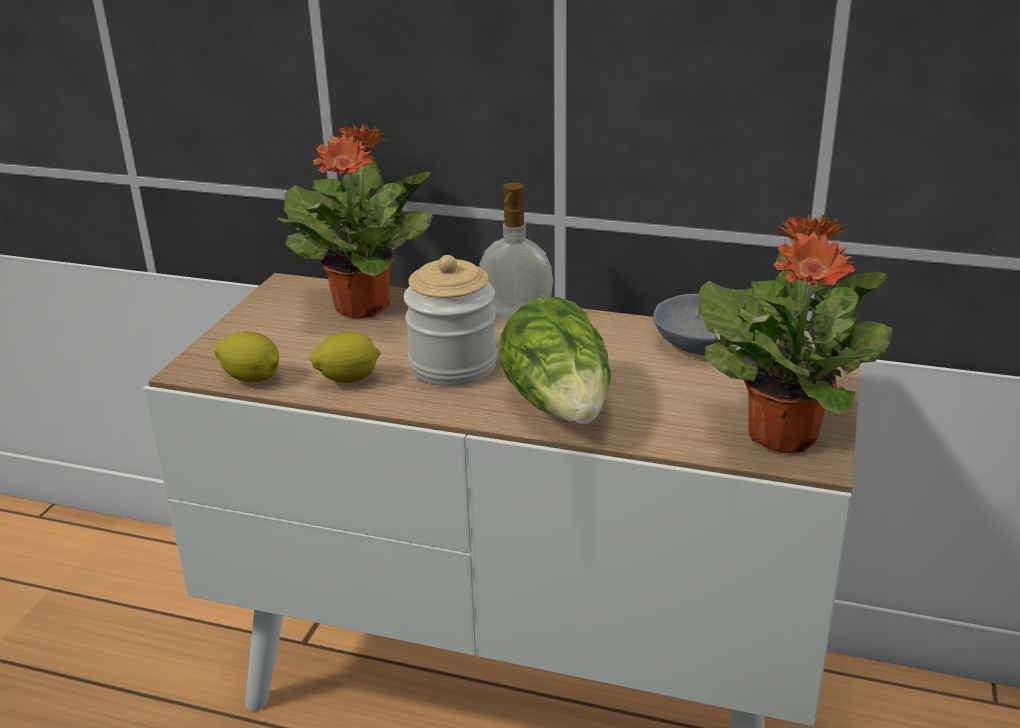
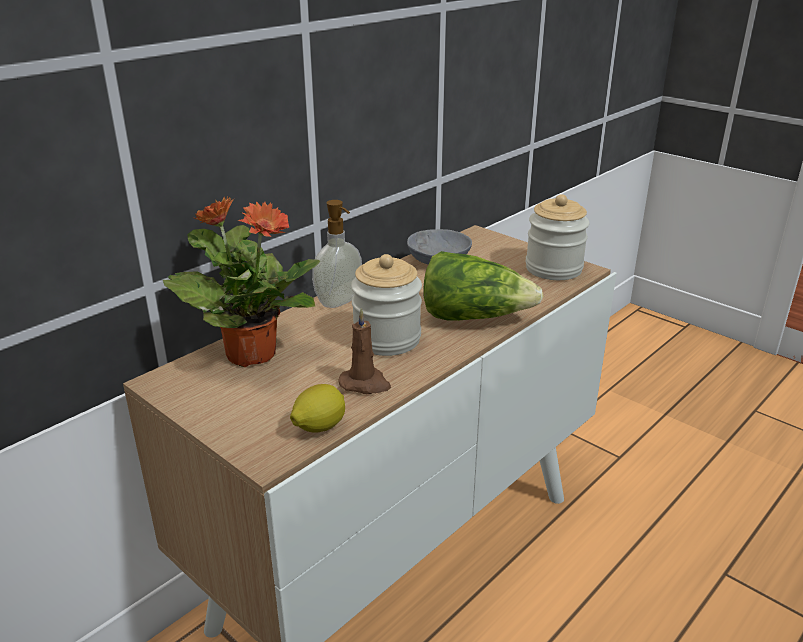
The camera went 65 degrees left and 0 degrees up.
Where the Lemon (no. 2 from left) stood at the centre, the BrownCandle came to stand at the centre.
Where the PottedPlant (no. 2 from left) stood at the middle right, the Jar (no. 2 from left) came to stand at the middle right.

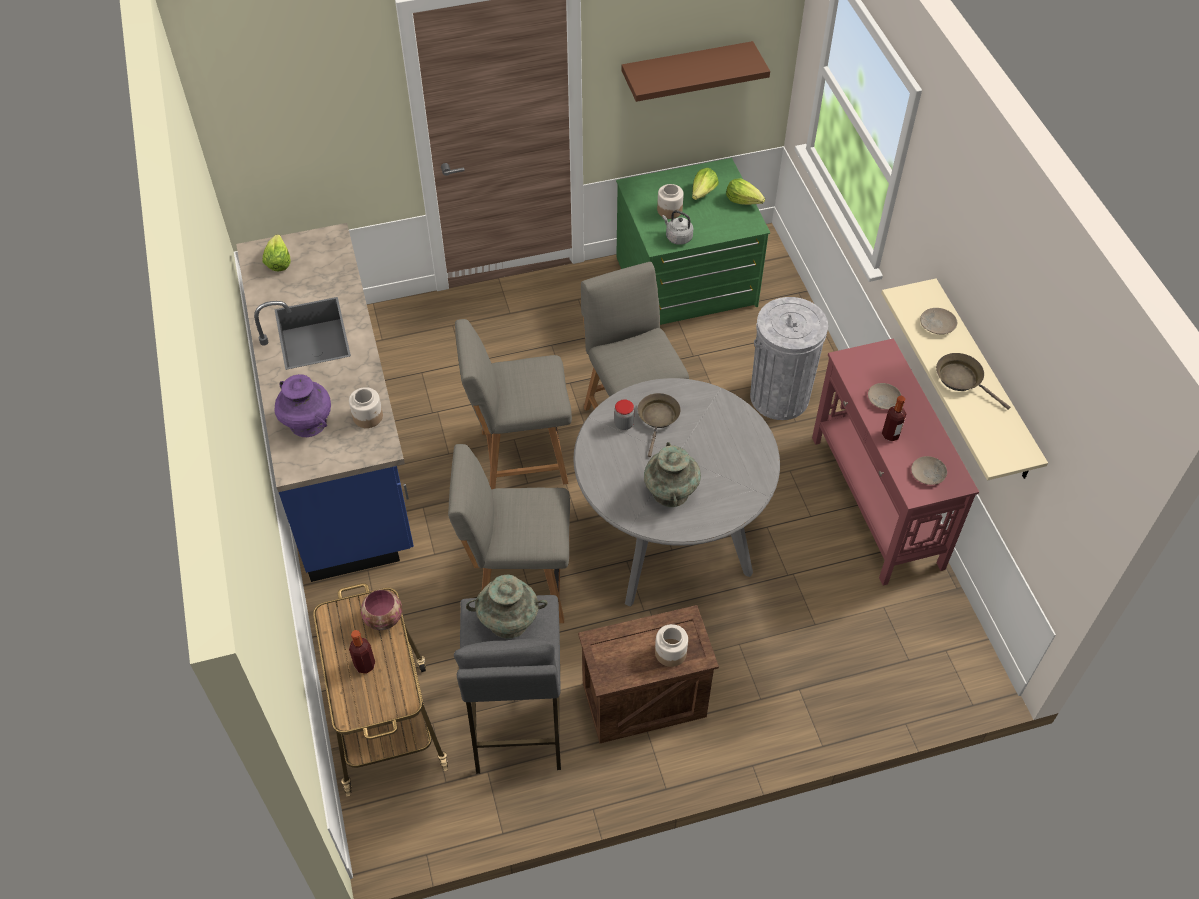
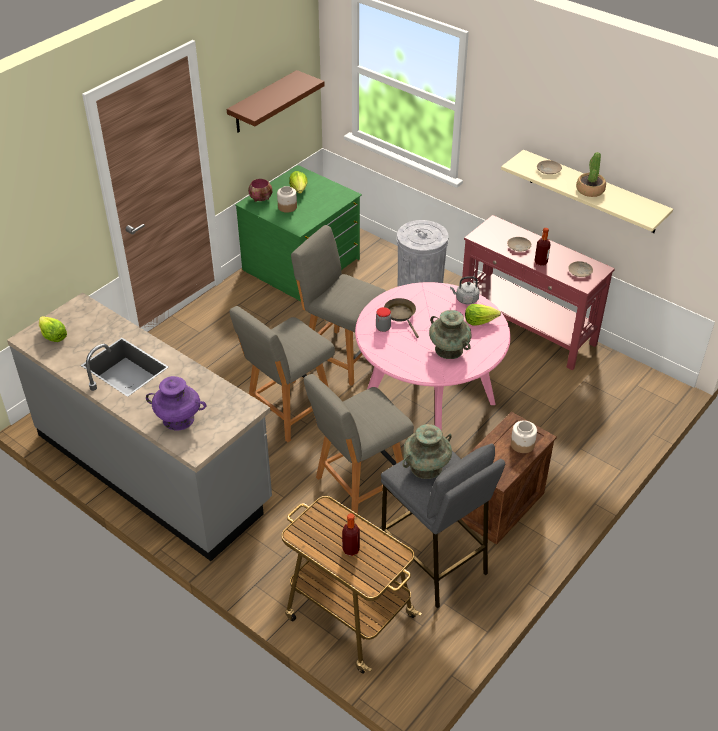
The camera went 35 degrees left and 10 degrees down.
What was the BlueCounter at the middle left turned into the GreyCounter at the middle left.
The second view lost the Jar (no. 1 from left) at the middle left.
The Bowl ended up elsewhere, having gone from the bottom left to the top centre.
What was the GreyDiningTable at the centre turned into the PinkDiningTable at the centre.
The GreyKettle ended up elsewhere, having gone from the top centre to the centre.
The Lettuce (no. 3 from left) ended up elsewhere, having gone from the top centre to the middle right.
Where the BrownFryingPan (no. 2 from left) stood at the middle right, the PottedPlant came to stand at the top right.

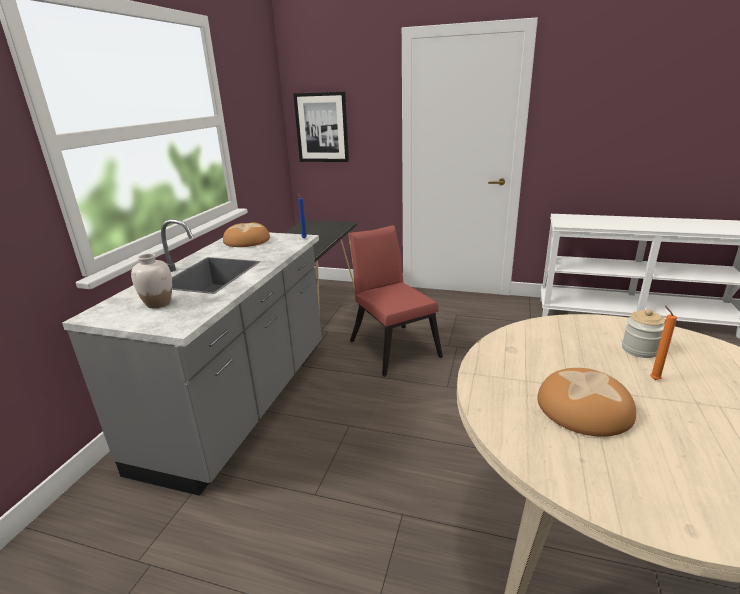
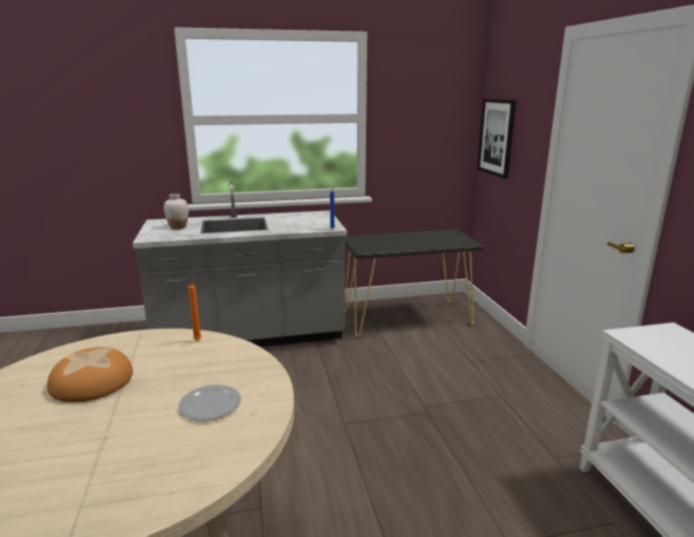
The camera went 60 degrees right and 5 degrees down.
The second view lost the Bread (no. 1 from left) at the middle left.
The second view lost the RedChair at the centre.
Where the Jar stood at the middle right, the Plate came to stand at the bottom left.
The OrangeCandle ended up elsewhere, having gone from the middle right to the middle left.

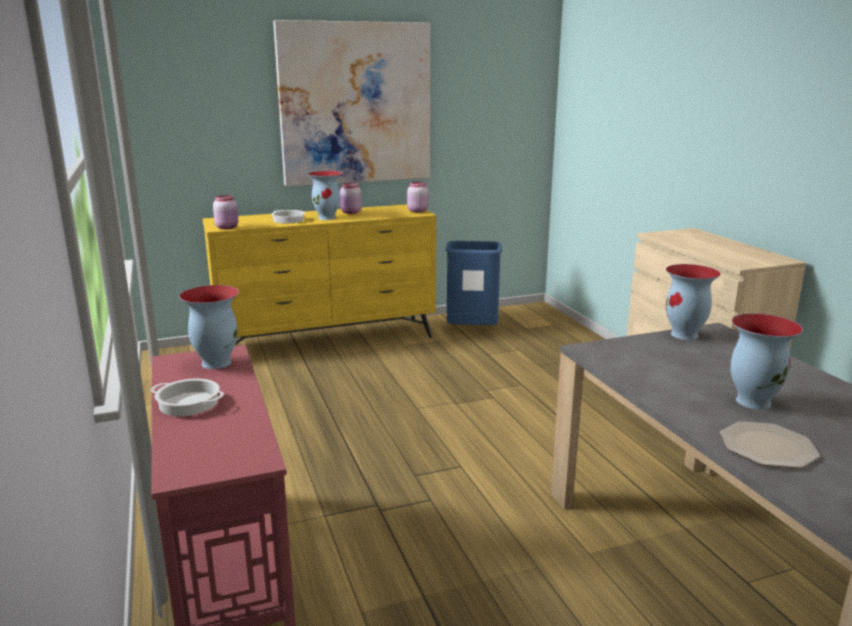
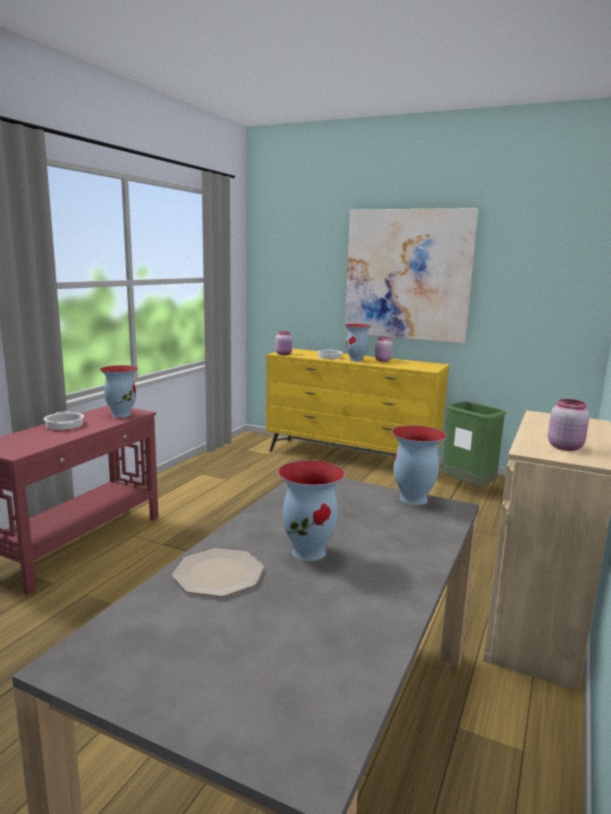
The camera went 45 degrees right and 5 degrees down.
The PinkJar (no. 3 from left) ended up elsewhere, having gone from the top centre to the middle right.
What was the BlueTrashCan at the centre turned into the GreenTrashCan at the middle right.

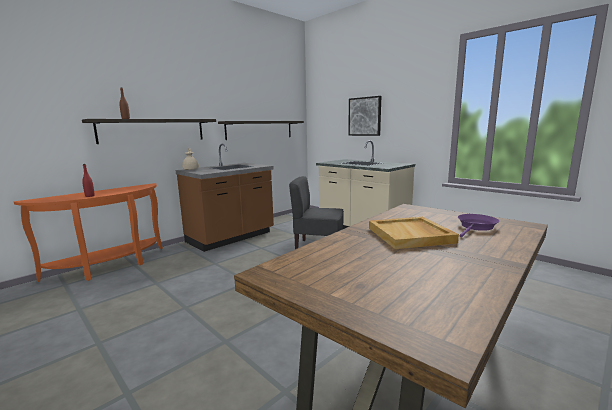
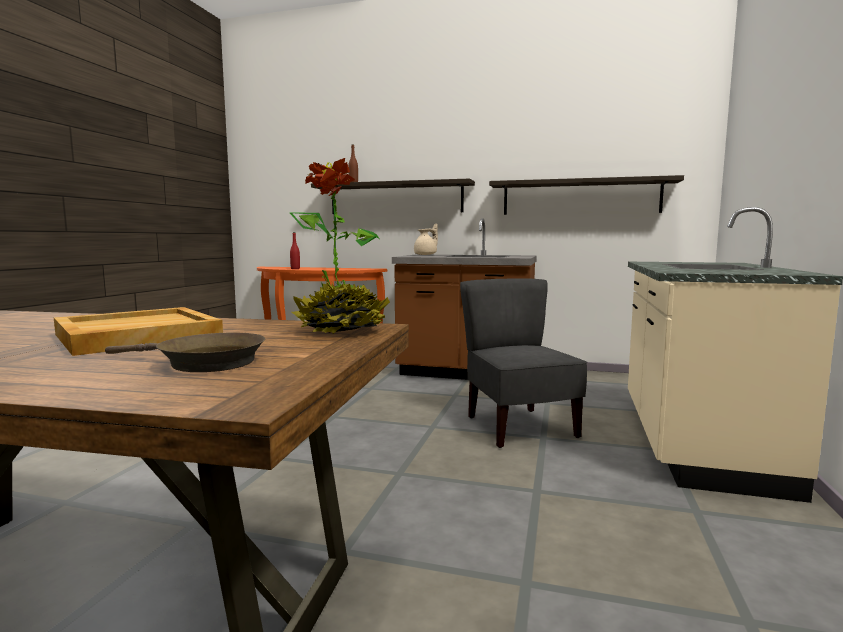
The camera went 60 degrees right and 5 degrees down.
The second view lost the Picture at the top centre.
What was the PurpleFryingPan at the middle right turned into the BrownFryingPan at the middle left.
The second view gained the PottedPlant at the centre.

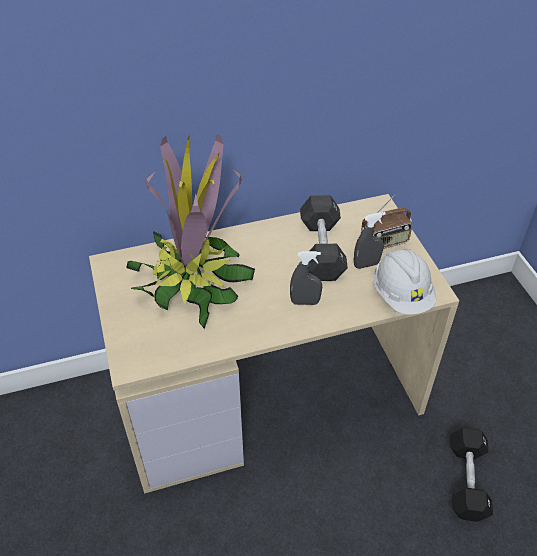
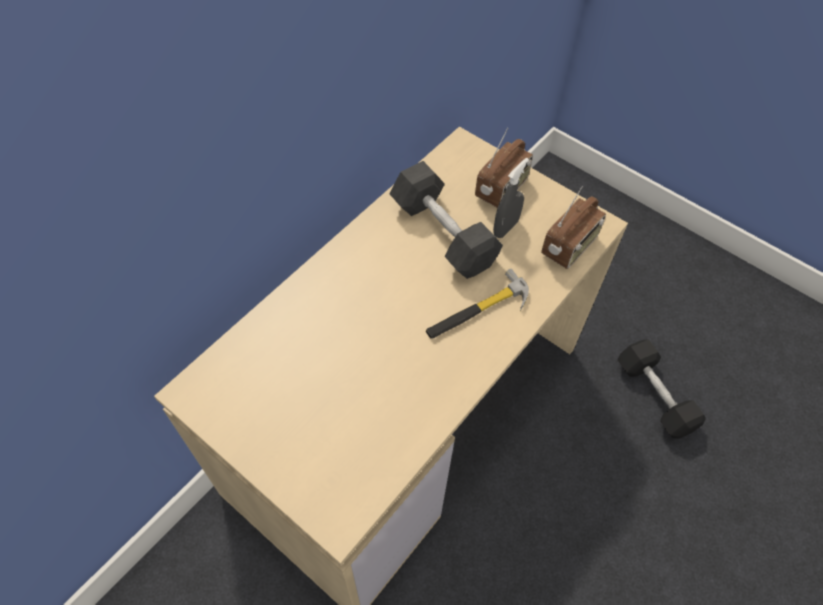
The camera went 35 degrees left and 10 degrees up.
The second view lost the PottedPlant at the centre.
Where the GreySprayBottle (no. 1 from left) stood at the centre, the Hammer came to stand at the centre.
Where the WhiteHardHat stood at the middle right, the Radio (no. 2 from left) came to stand at the middle right.

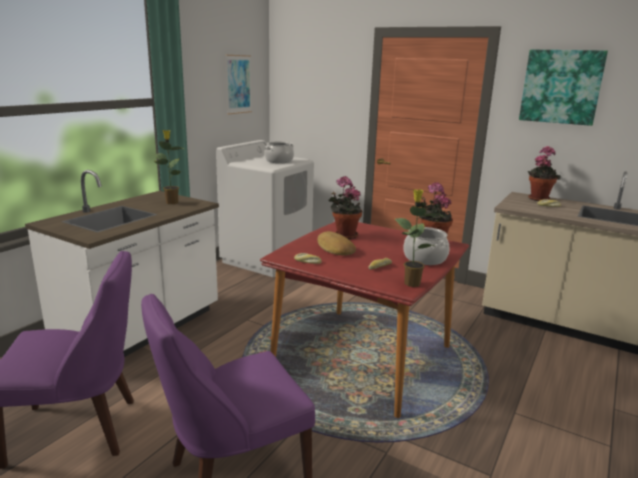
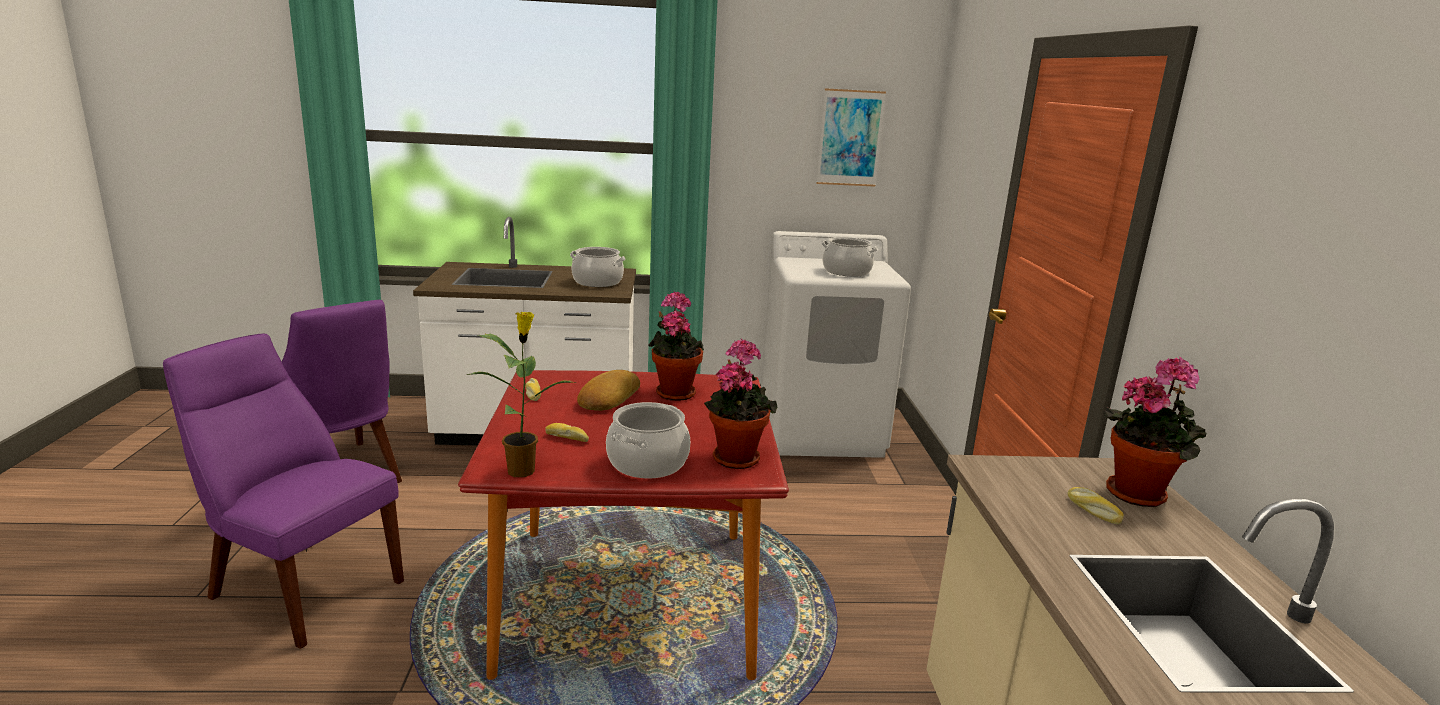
The camera went 55 degrees right and 0 degrees up.
Where the PottedPlant (no. 1 from left) stood at the middle left, the CookingPot (no. 1 from left) came to stand at the centre.
The second view lost the Picture (no. 2 from left) at the top right.

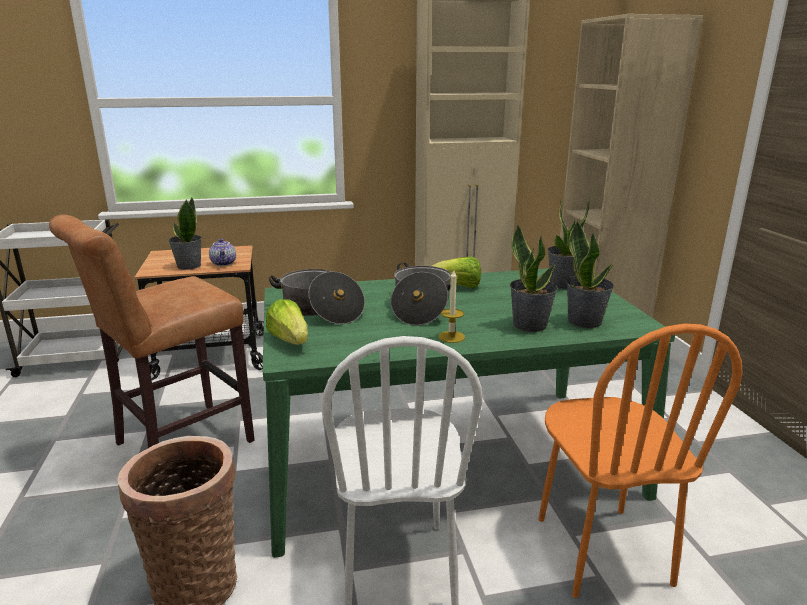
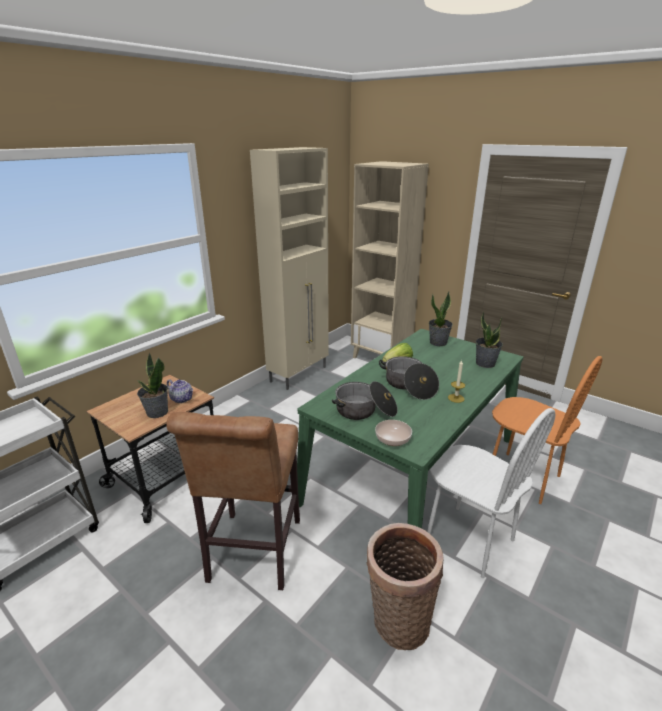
The camera went 40 degrees left and 5 degrees up.
Where the Lettuce (no. 1 from left) stood at the centre, the Bowl came to stand at the centre.
The second view lost the PottedPlant (no. 2 from left) at the centre.

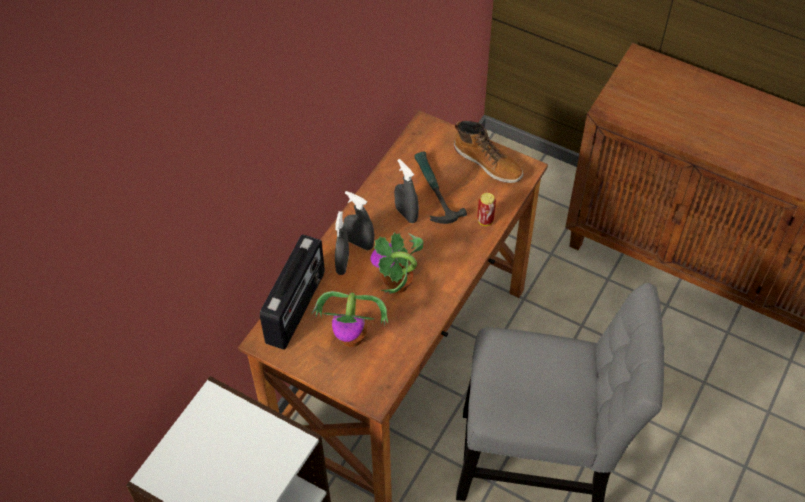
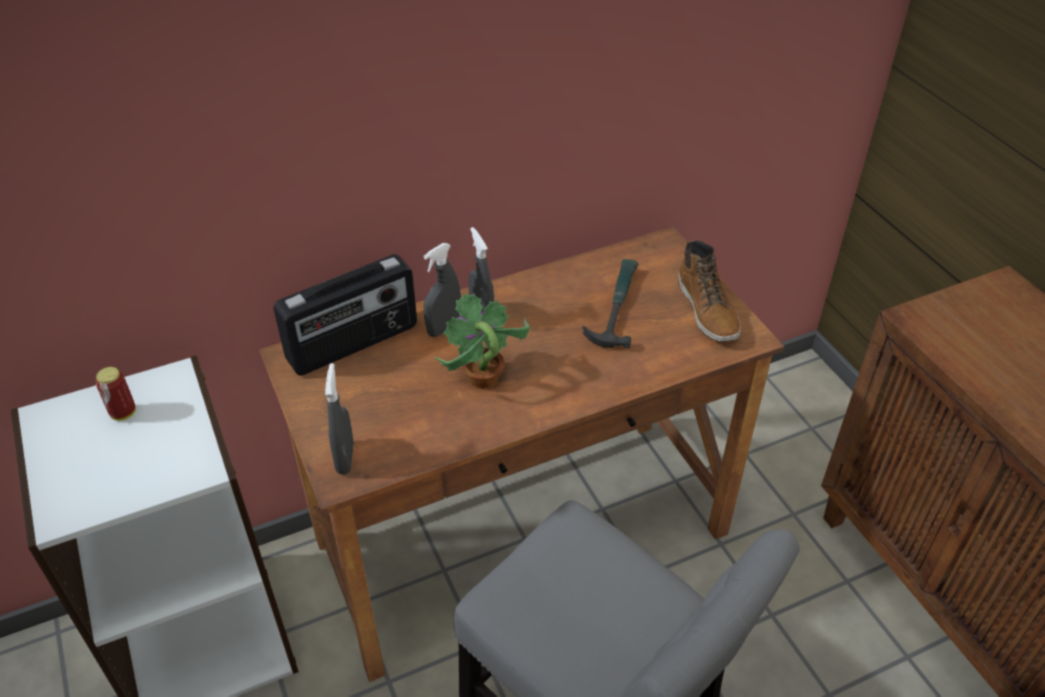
The camera went 35 degrees right and 10 degrees down.
The second view lost the PottedPlant (no. 1 from left) at the centre.
The GreySprayBottle (no. 3 from left in the first image) ended up elsewhere, having gone from the centre to the middle left.
The Can ended up elsewhere, having gone from the centre to the middle left.

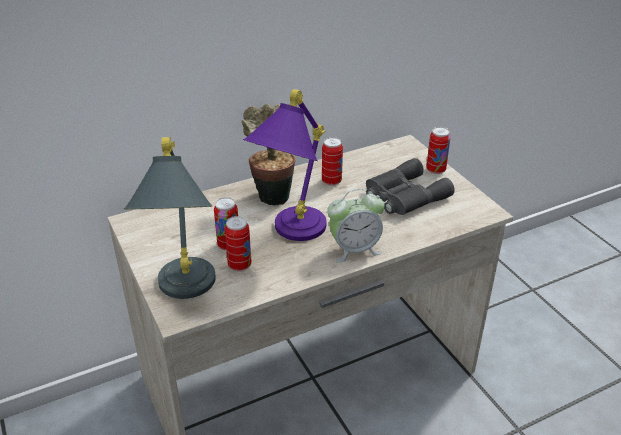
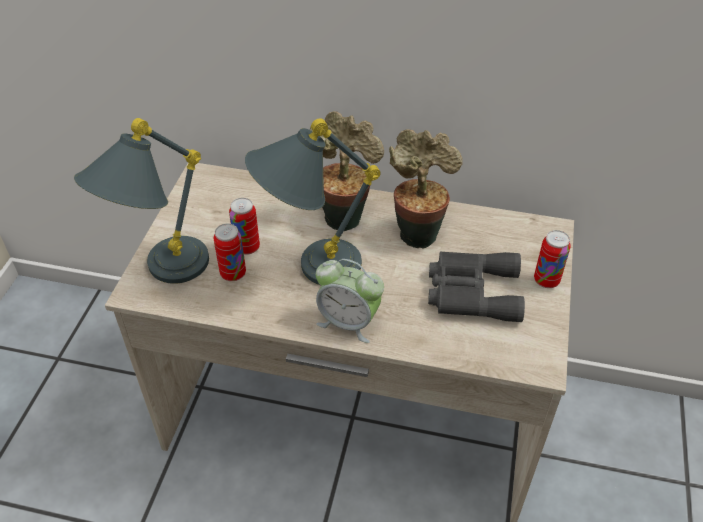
The camera went 40 degrees right and 10 degrees up.
What was the PurpleTableLamp at the centre turned into the GreyTableLamp (no. 2 from left) at the centre.
Where the Can (no. 3 from left) stood at the centre, the PottedPlant (no. 2 from left) came to stand at the centre.

